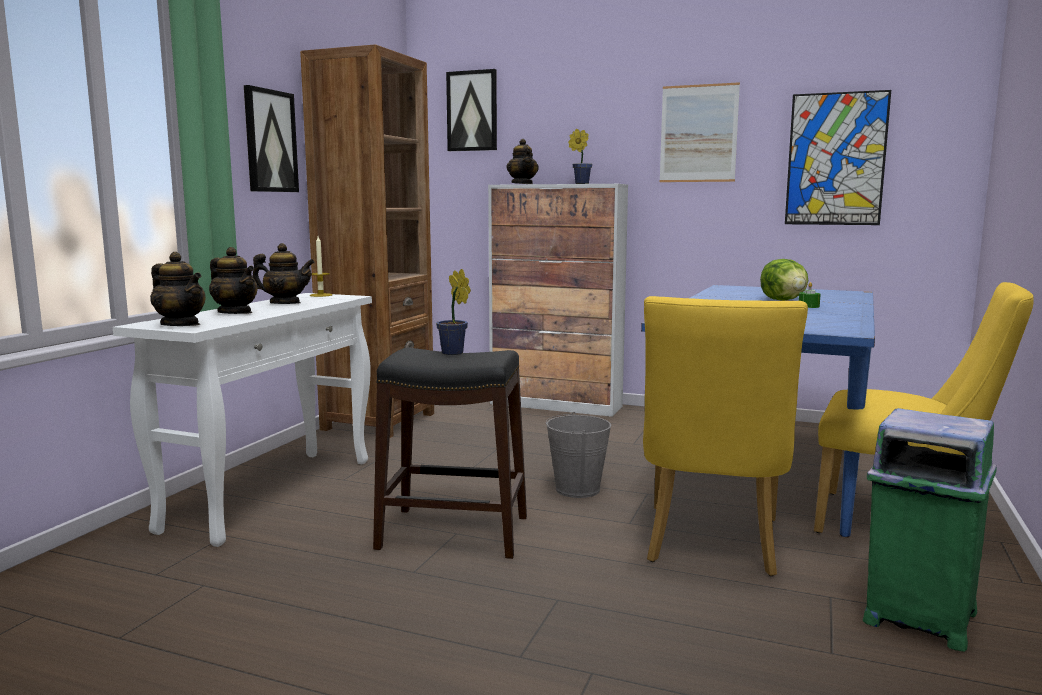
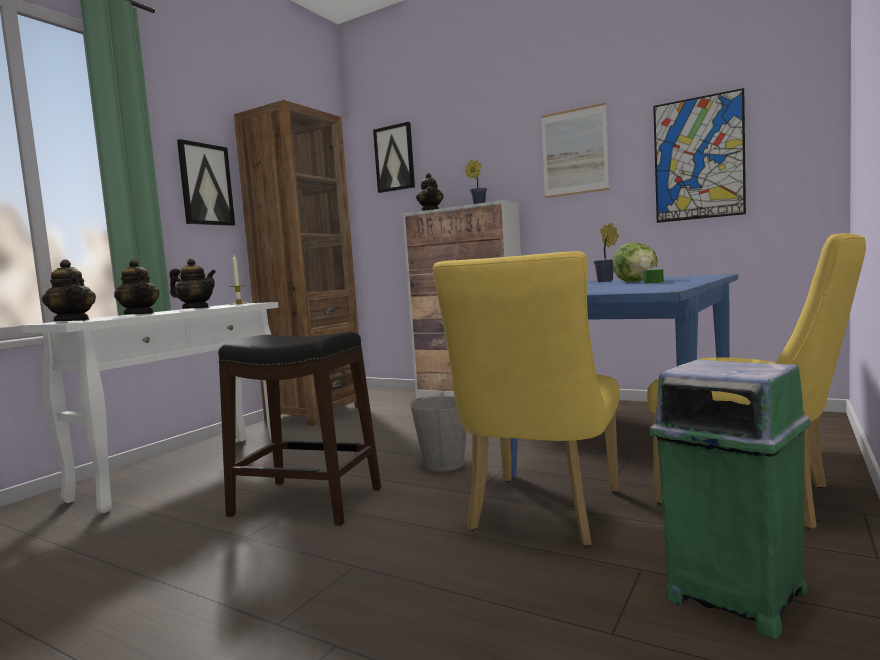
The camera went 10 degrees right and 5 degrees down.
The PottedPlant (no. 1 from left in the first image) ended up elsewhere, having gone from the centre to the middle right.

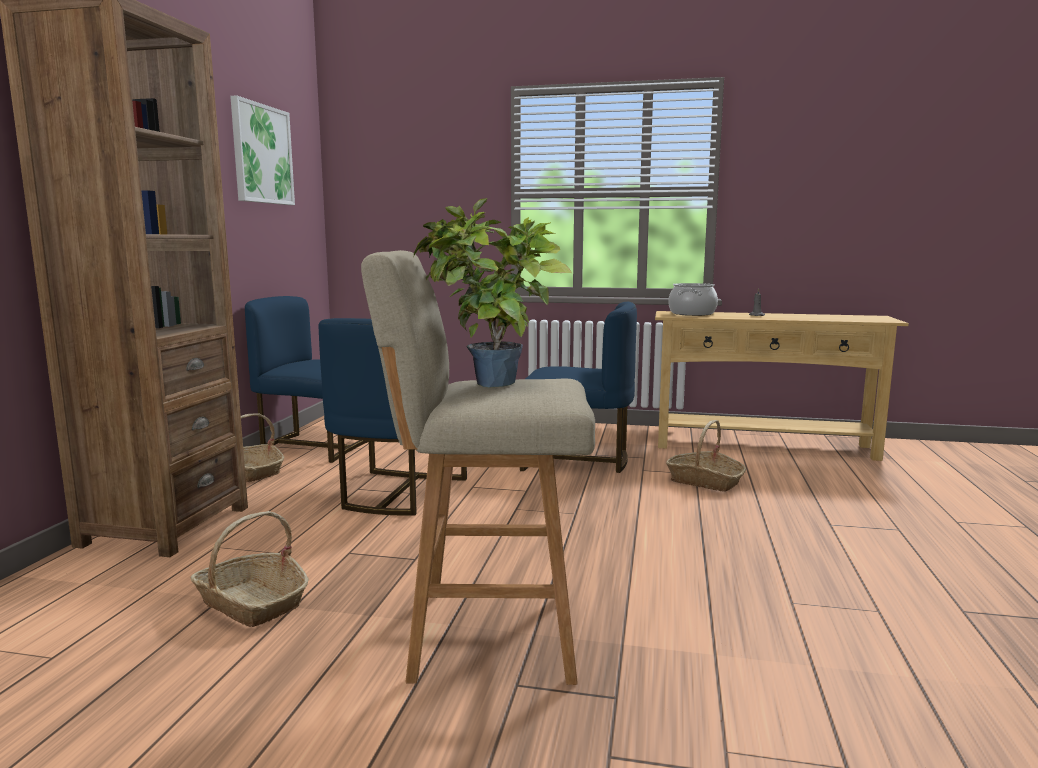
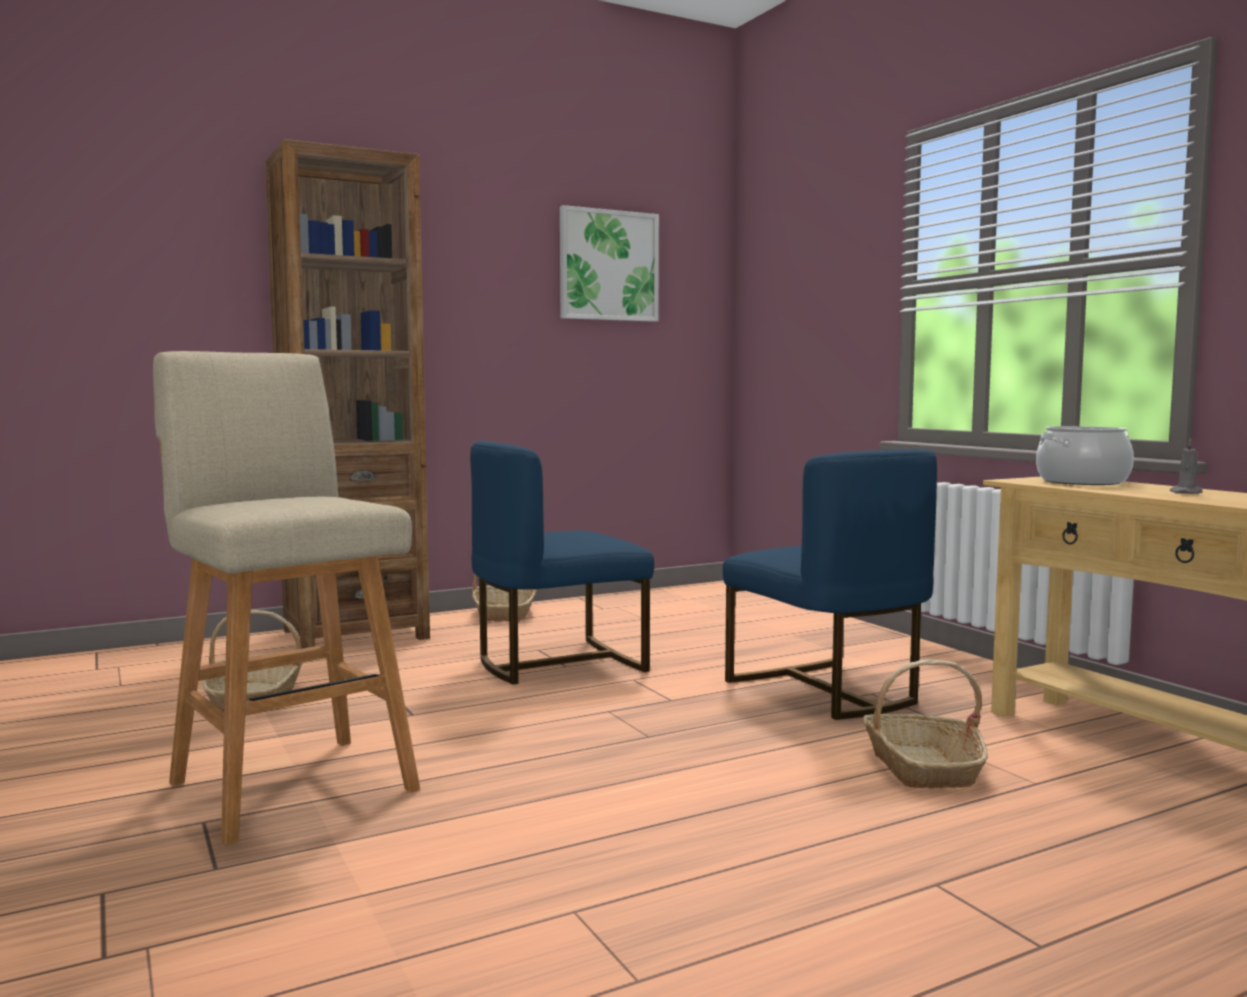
The camera went 50 degrees right and 5 degrees down.
The second view lost the BlueChair (no. 1 from left) at the middle left.
The second view lost the PottedPlant at the centre.

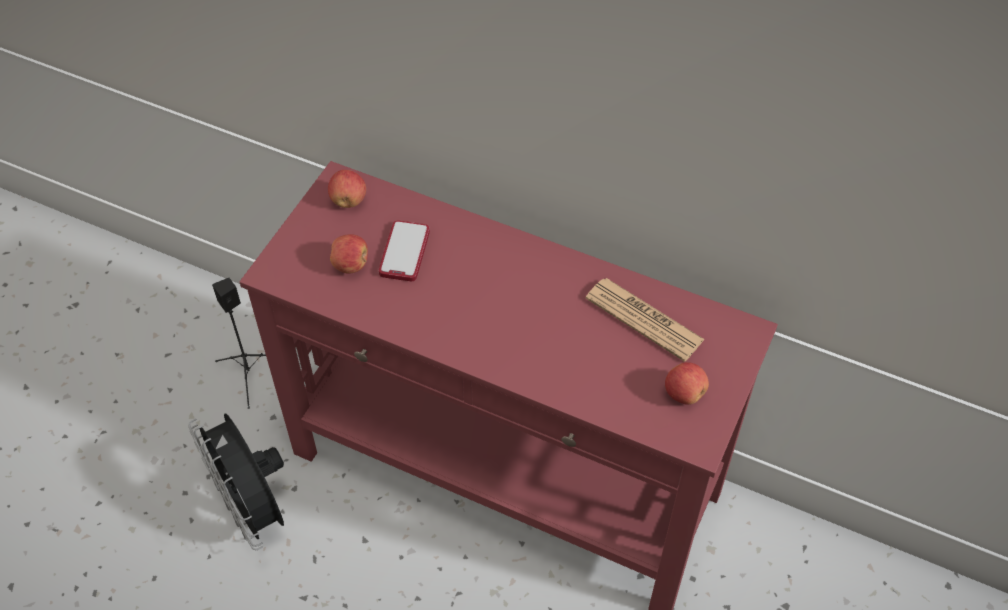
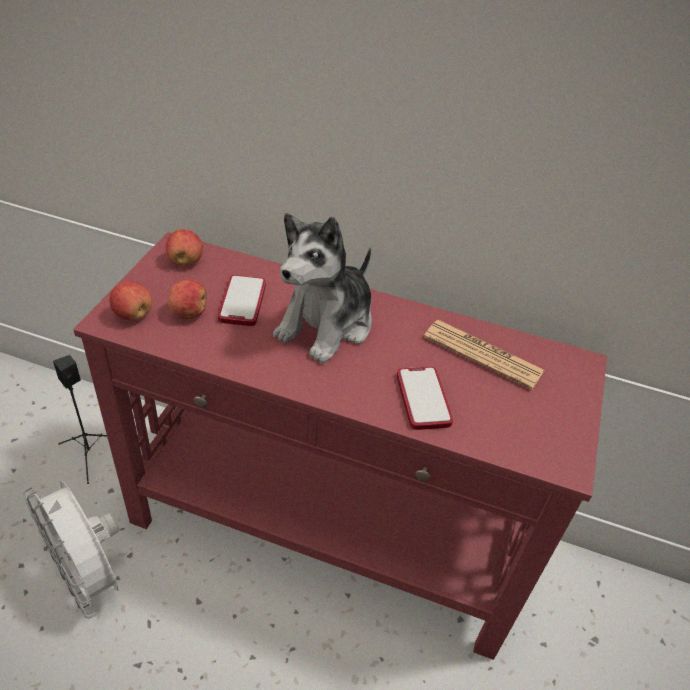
The camera went 10 degrees left and 10 degrees down.
What was the BlackFan at the bottom left turned into the WhiteFan at the bottom left.
The Apple (no. 3 from left in the first image) ended up elsewhere, having gone from the middle right to the middle left.
The second view gained the PlushToy at the centre.
The second view gained the Phone (no. 2 from left) at the centre.

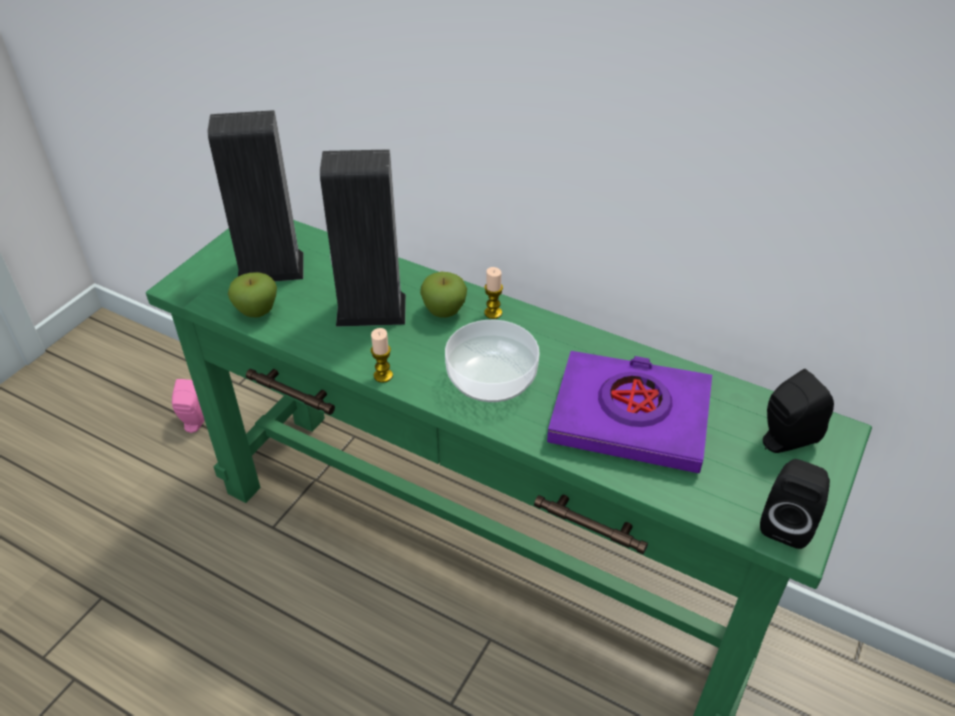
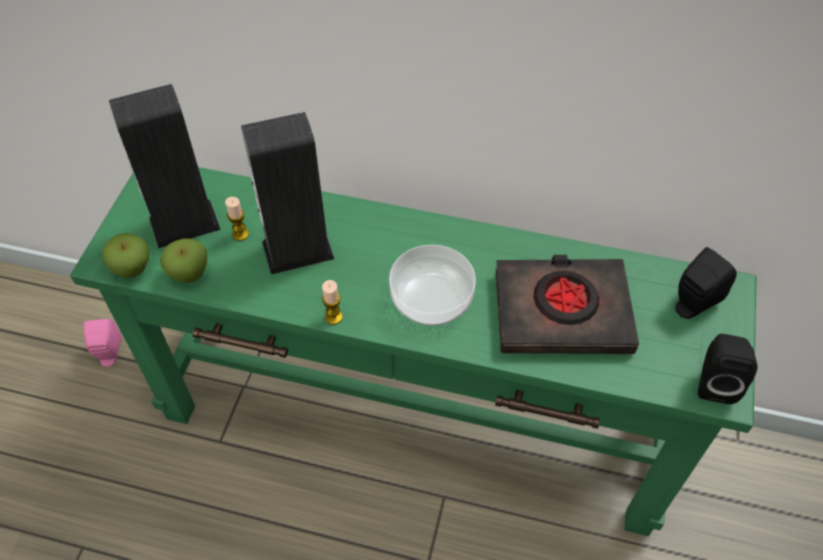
The camera went 15 degrees left and 10 degrees up.
The Apple (no. 2 from left in the first image) ended up elsewhere, having gone from the centre to the middle left.
The Candle (no. 2 from left in the first image) ended up elsewhere, having gone from the centre to the middle left.
What was the PurpleBook at the centre turned into the BlackBook at the middle right.

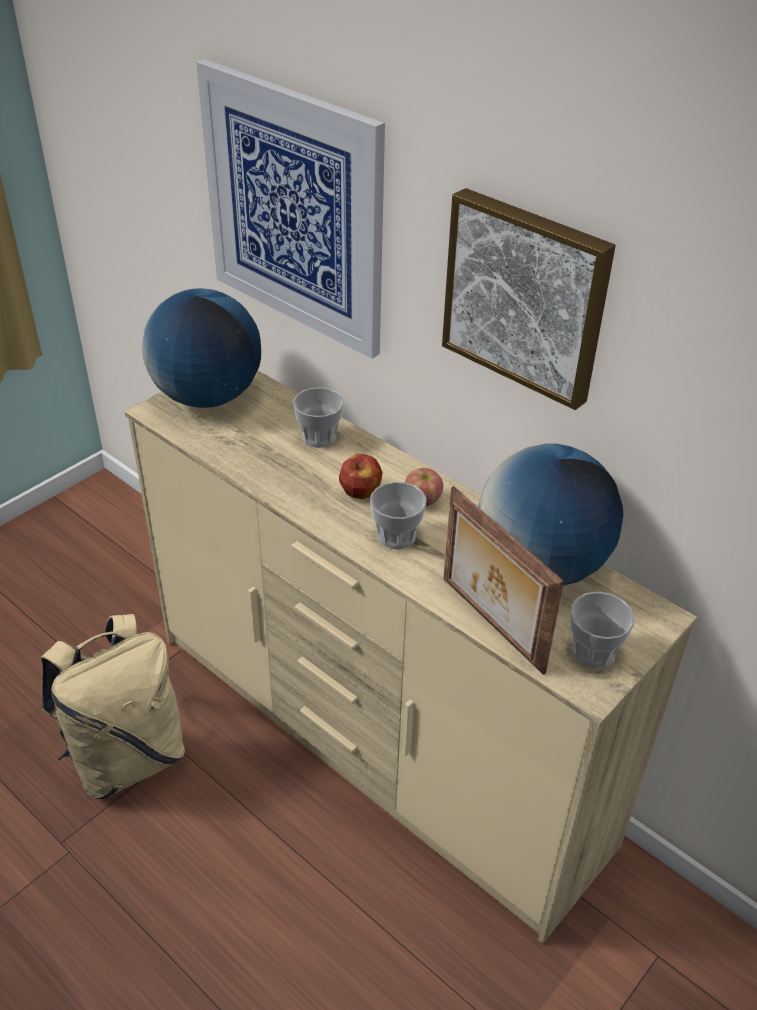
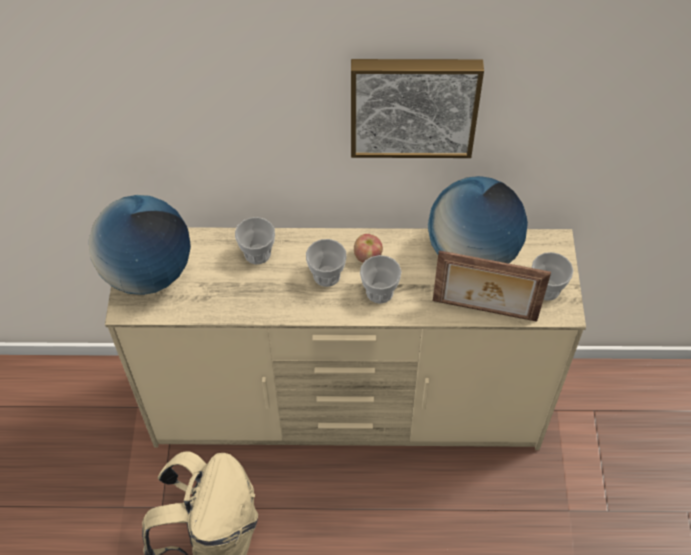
The camera went 40 degrees left and 15 degrees up.
The second view lost the Picture (no. 1 from left) at the top centre.
Where the Apple (no. 1 from left) stood at the centre, the Cup (no. 2 from left) came to stand at the centre.

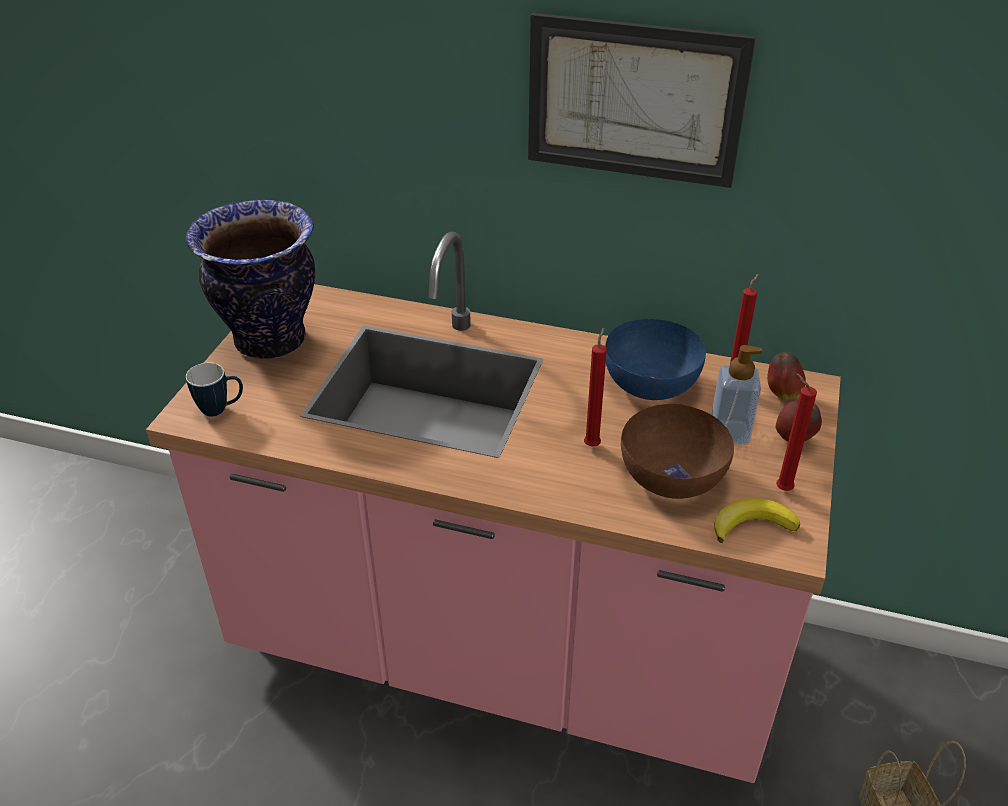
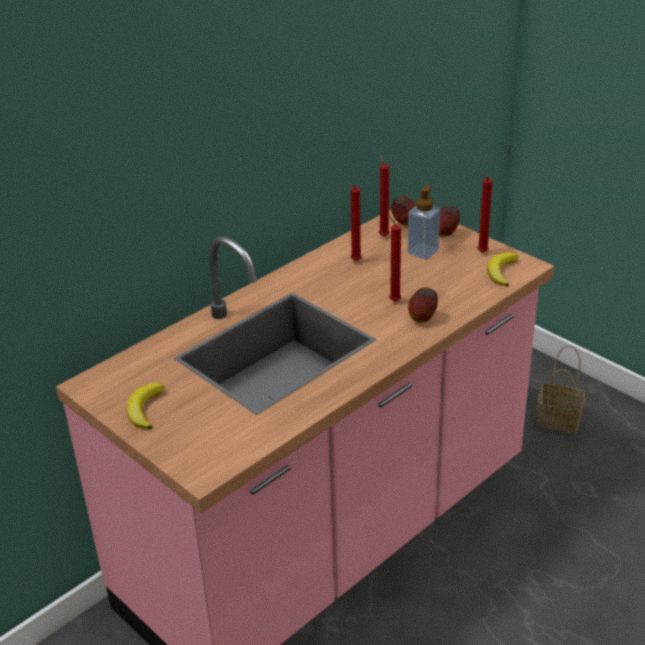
The camera went 60 degrees left and 5 degrees down.
Where the Vase stood at the middle left, the Banana (no. 1 from left) came to stand at the middle left.
The second view lost the Mug at the middle left.
The second view lost the Picture at the top centre.
Where the BlueBowl stood at the centre, the RedCandle (no. 1 from left) came to stand at the centre.
The second view lost the BrownBowl at the middle right.
The second view gained the Apple (no. 2 from left) at the centre.

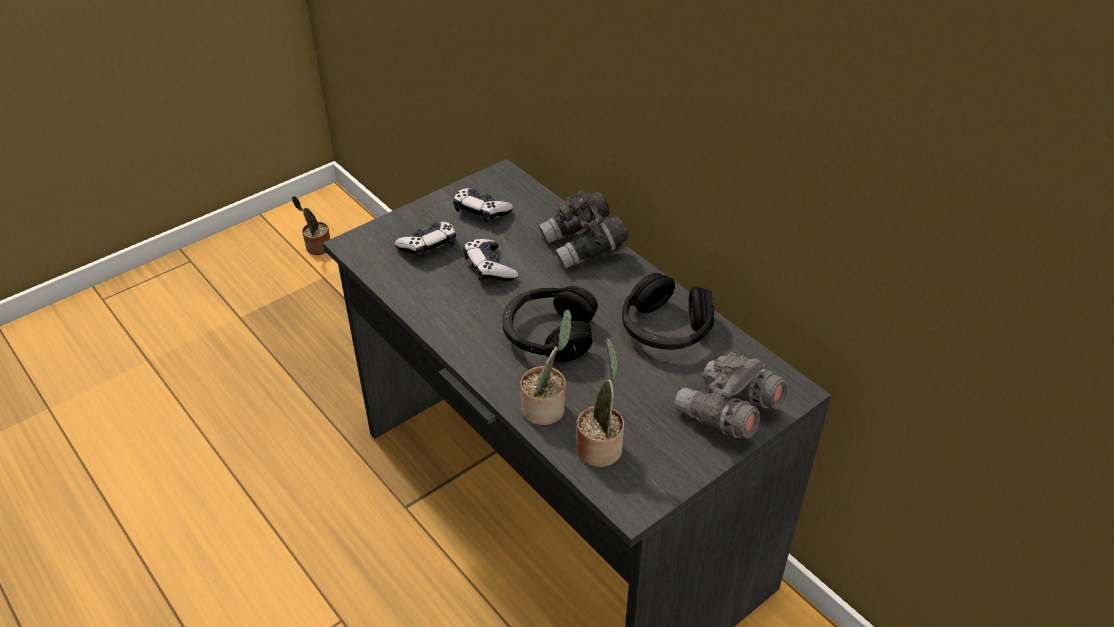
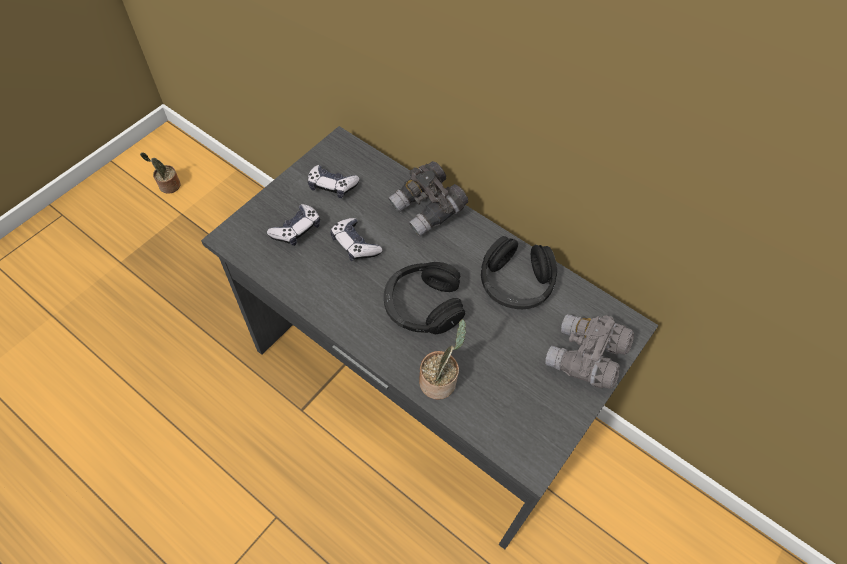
The camera went 15 degrees left and 15 degrees up.
The second view lost the PottedPlant (no. 3 from left) at the centre.

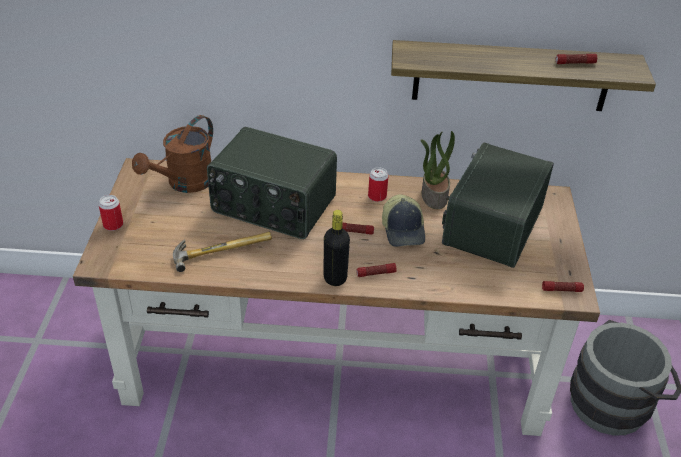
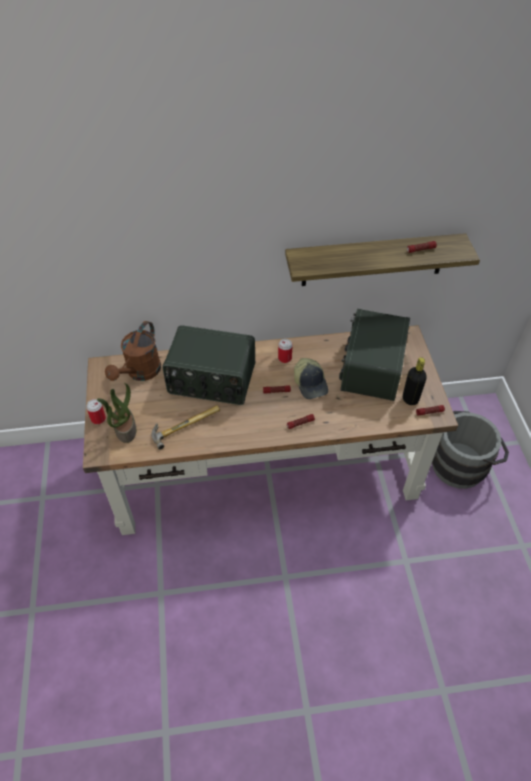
The camera went 10 degrees left and 10 degrees up.
The BlackBottle ended up elsewhere, having gone from the centre to the middle right.
The PottedPlant ended up elsewhere, having gone from the centre to the middle left.

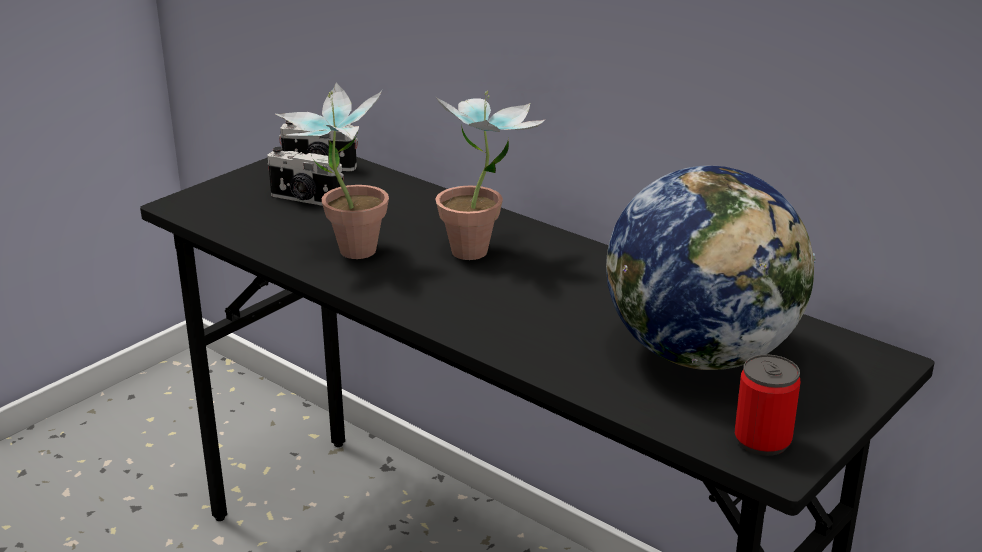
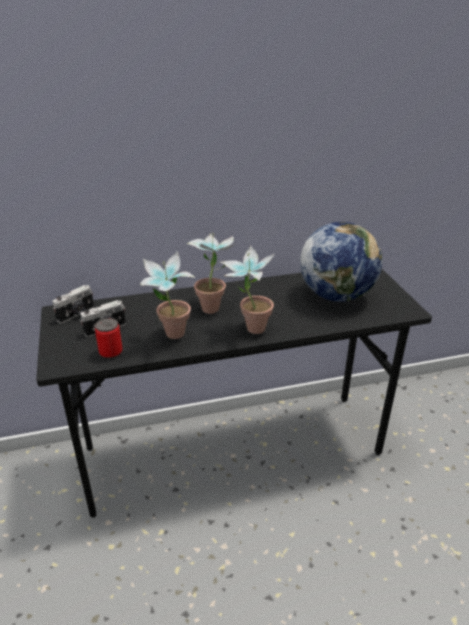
The camera went 55 degrees left and 5 degrees up.
The Can ended up elsewhere, having gone from the bottom right to the middle left.
The second view gained the PottedPlant (no. 3 from left) at the centre.

